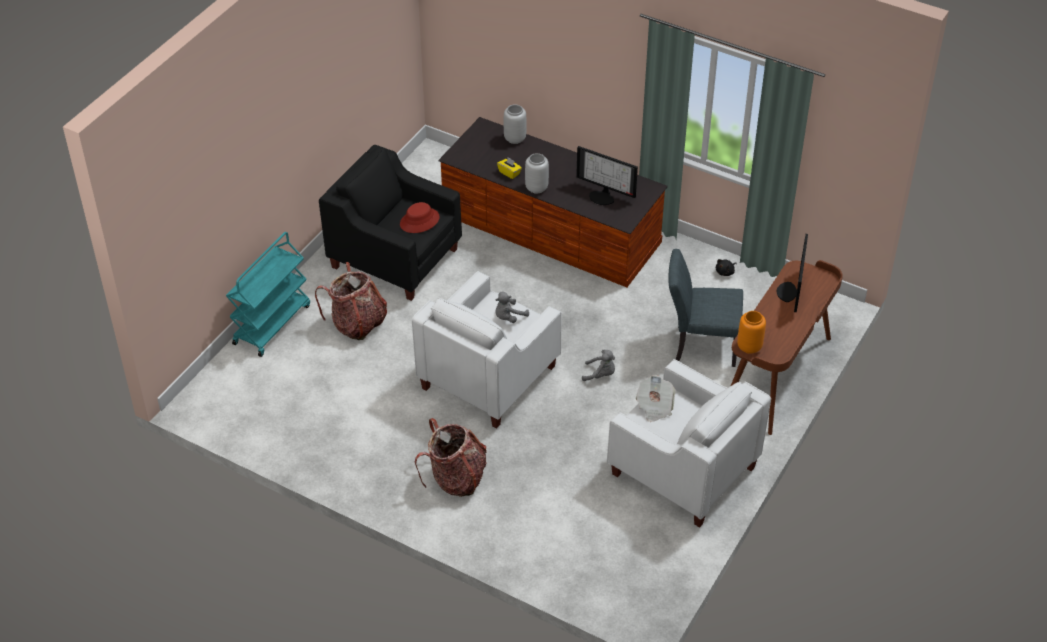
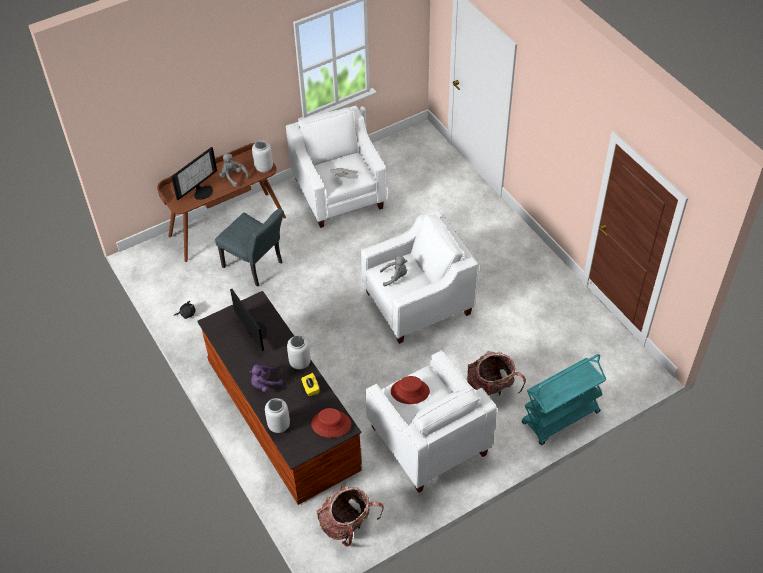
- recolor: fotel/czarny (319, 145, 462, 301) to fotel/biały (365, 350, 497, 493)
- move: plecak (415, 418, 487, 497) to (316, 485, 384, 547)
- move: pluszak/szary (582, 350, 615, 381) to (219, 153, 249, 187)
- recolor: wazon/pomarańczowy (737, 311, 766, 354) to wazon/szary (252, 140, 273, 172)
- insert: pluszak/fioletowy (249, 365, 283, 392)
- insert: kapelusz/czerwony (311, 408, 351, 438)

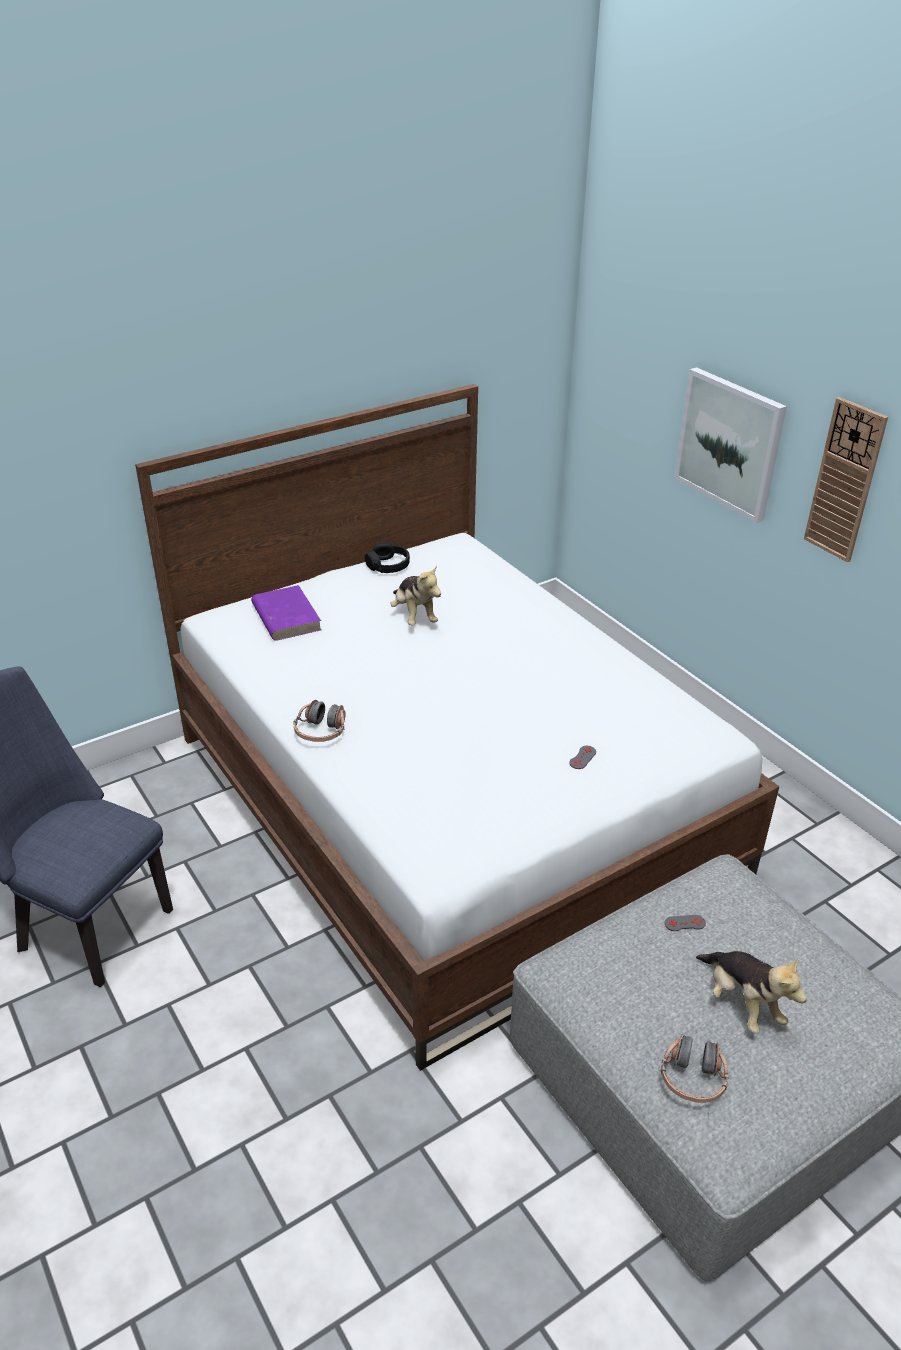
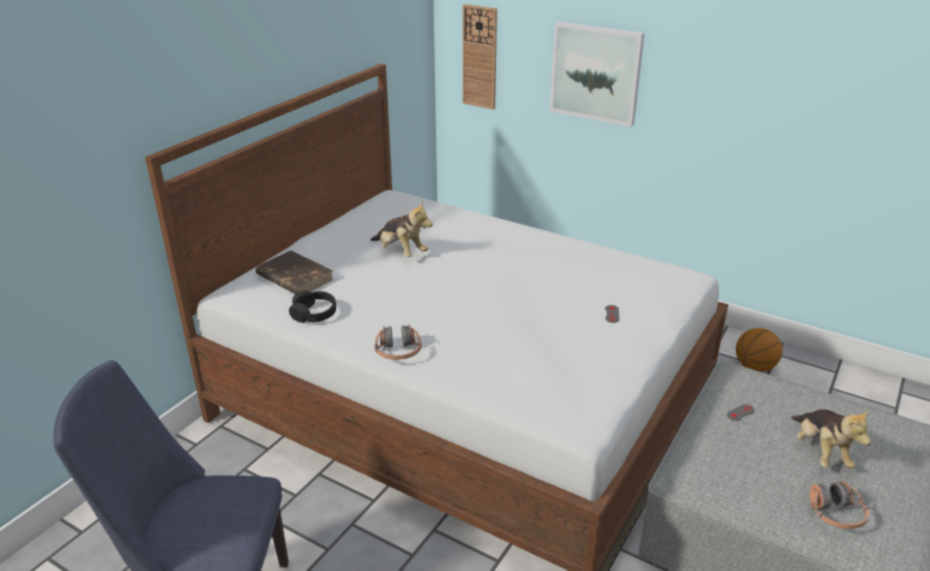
- recolor: książka/fioletowy (251, 585, 322, 641) to książka/brązowy (256, 250, 334, 294)
- move: słuchawki/czarny (365, 542, 410, 573) to (289, 291, 336, 323)
- rotate: pluszak (696, 951, 807, 1034) = (791, 409, 871, 468) 45 degrees clockwise
- move: zegar ścienny (804, 397, 888, 562) to (463, 4, 497, 110)
- insert: piłka do koszykówki (736, 328, 783, 372)

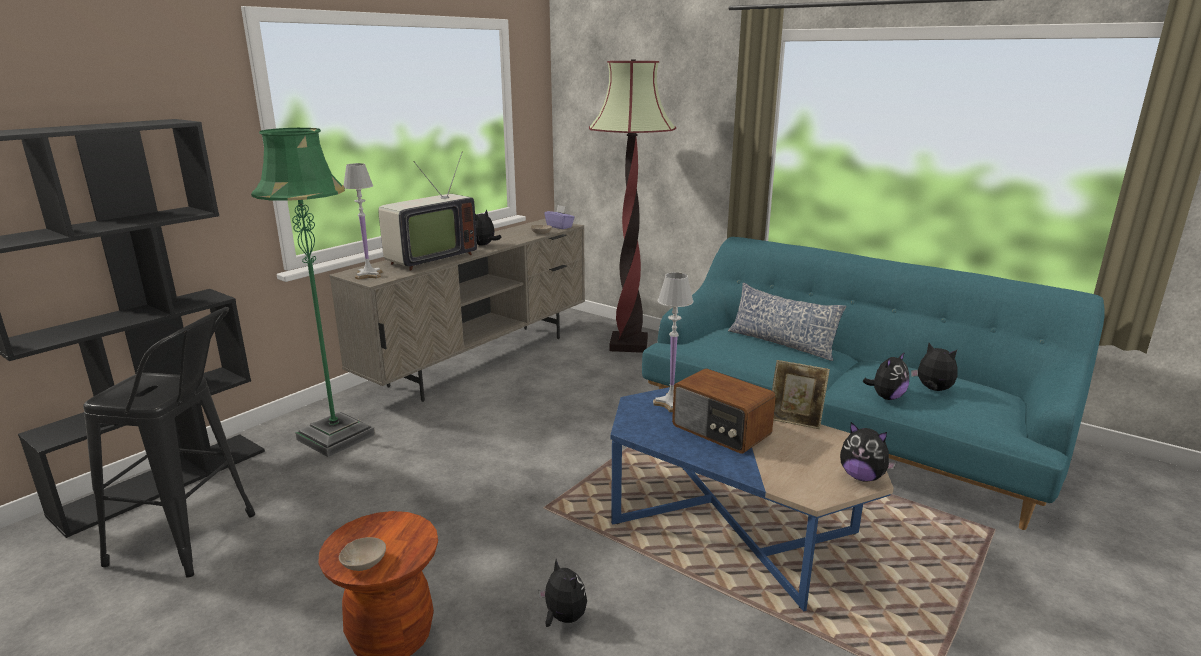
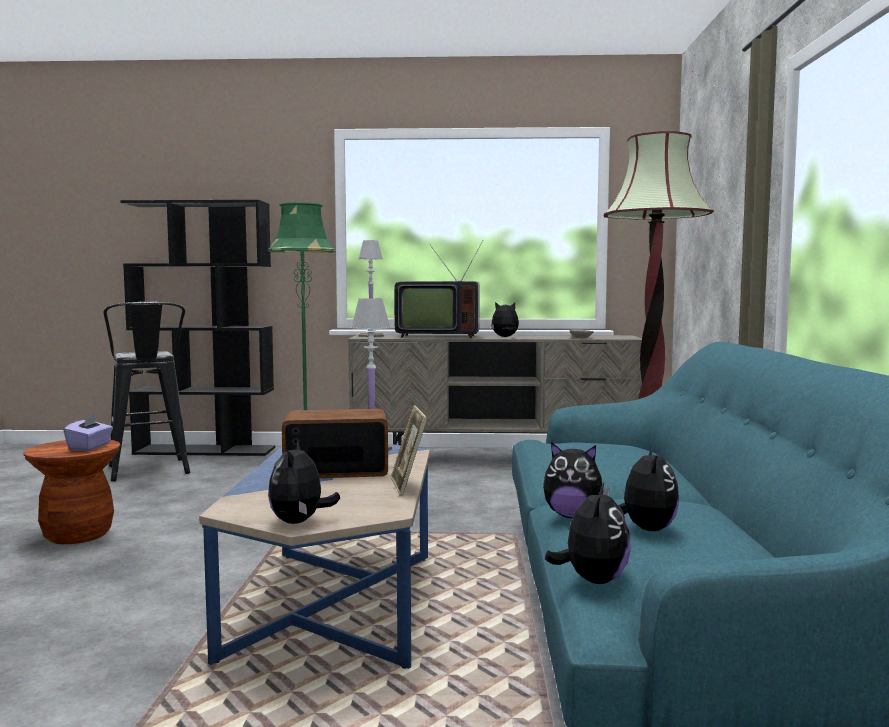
- delete: miska/beżowy (339, 537, 386, 571)
- move: pluszak (539, 559, 587, 627) to (545, 481, 631, 584)
- move: pudełko chusteczek/fioletowy (544, 205, 575, 229) to (63, 413, 113, 451)
- rotate: radio (672, 368, 776, 453) = (282, 409, 388, 478) 75 degrees clockwise
- delete: poduszka (728, 283, 846, 361)

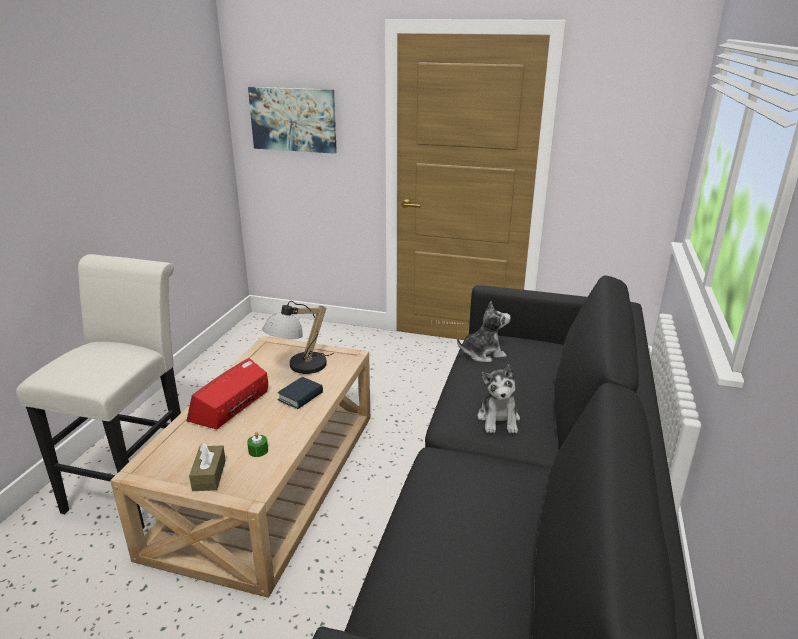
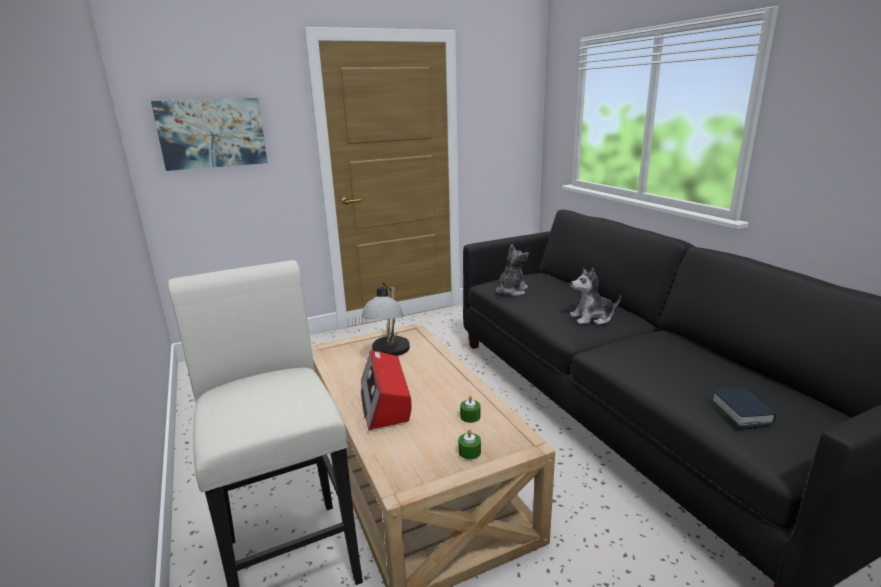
- replace: pudełko chusteczek/brązowy (189, 443, 226, 491) to świeca/zielony (458, 429, 481, 460)
- move: książka (278, 377, 323, 409) to (711, 388, 776, 427)
- rotate: pluszak (477, 365, 520, 433) = (570, 268, 621, 325) 120 degrees clockwise

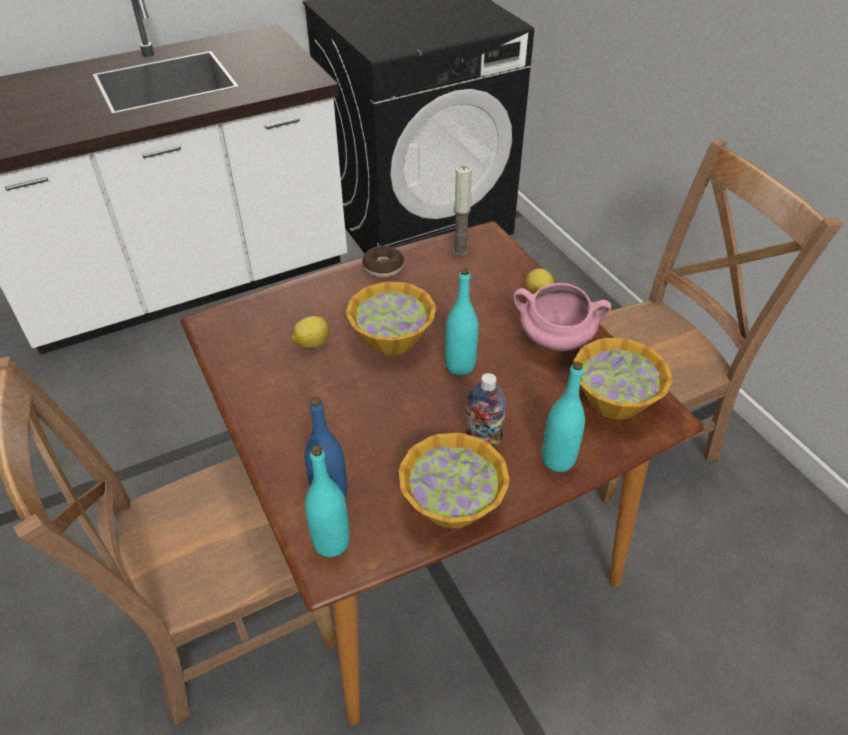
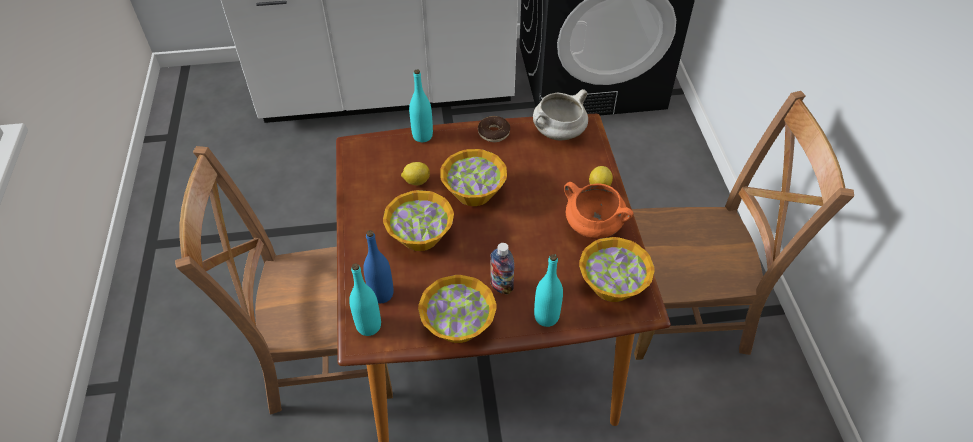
- move: butelka/turkusowy (445, 268, 479, 375) to (409, 69, 433, 142)
- replace: świeca (453, 165, 472, 256) to garnek/biały (533, 89, 588, 140)
- recolor: garnek/różowy (513, 283, 612, 351) to garnek/pomarańczowy (564, 182, 633, 239)
- insert: miska (383, 190, 454, 251)

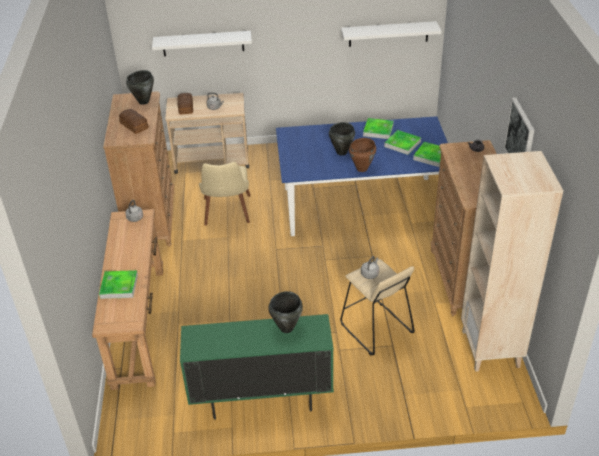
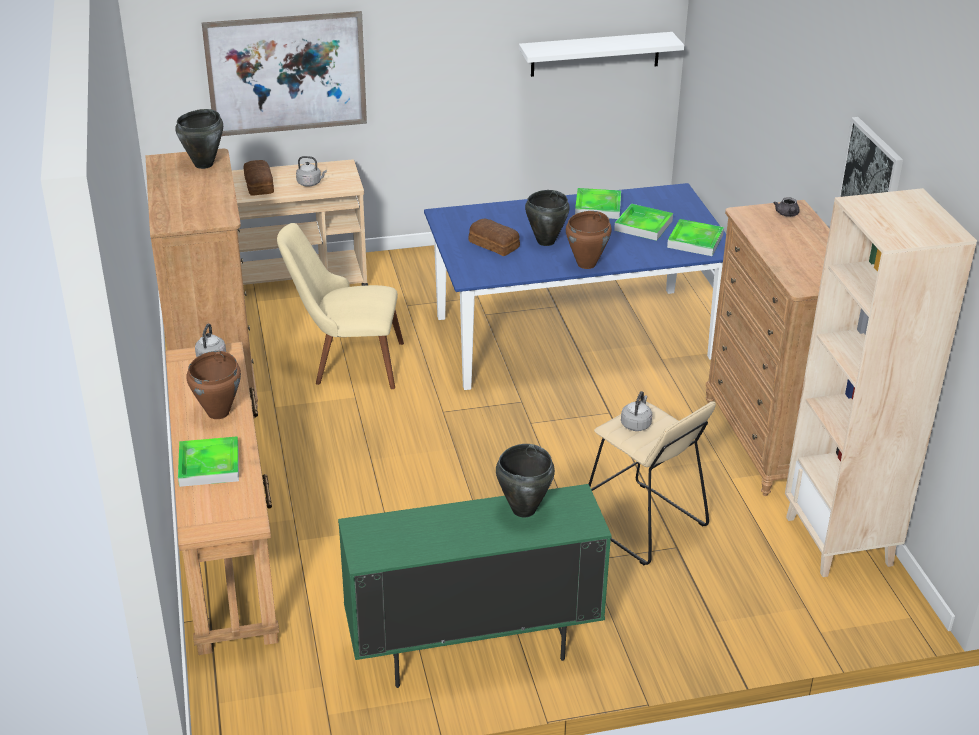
- move: chleb (119, 109, 149, 134) to (468, 219, 520, 256)
- replace: półka/biały (152, 31, 252, 56) to obraz (202, 11, 367, 136)
- rotate: krzesło/beżowy (199, 162, 250, 226) = (277, 223, 404, 389) 105 degrees clockwise
- insert: garnek/brązowy (186, 351, 241, 419)

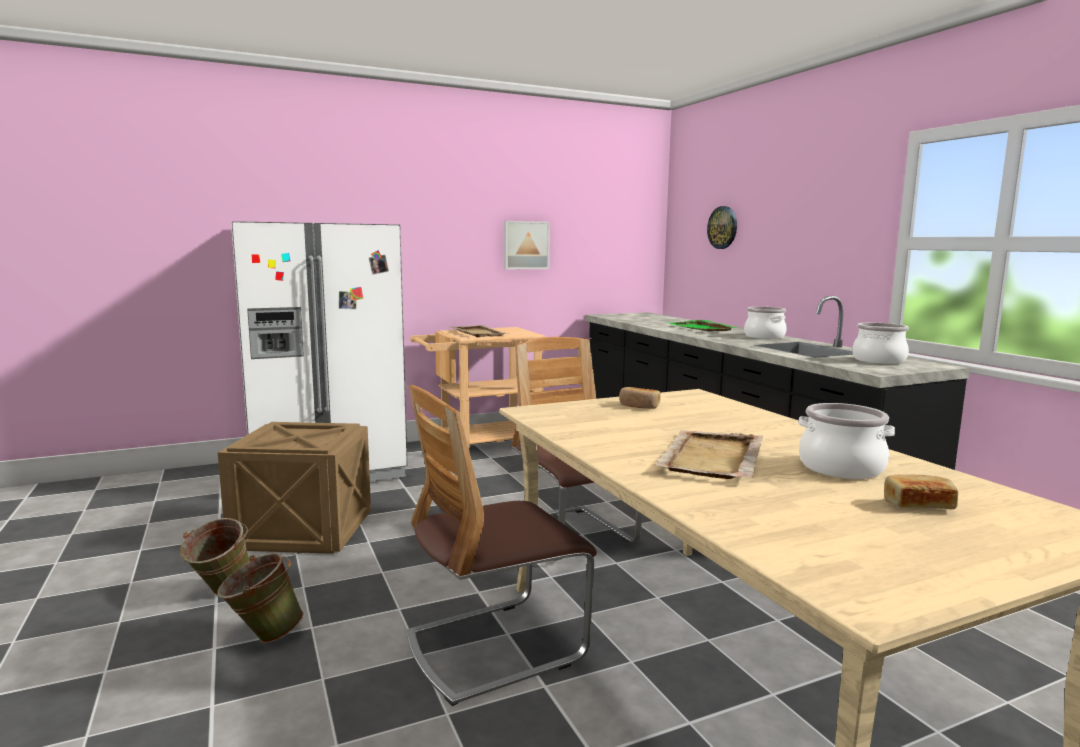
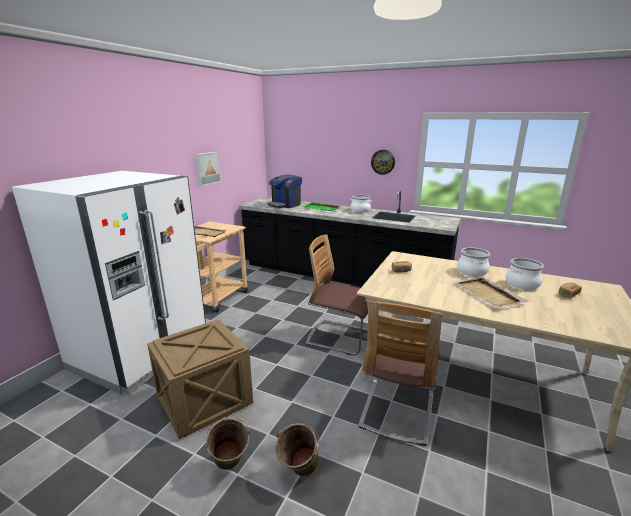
- move: zegar ścienny (707, 206, 737, 249) to (371, 150, 395, 175)
- move: garnek (852, 323, 909, 364) to (457, 248, 490, 277)
- insert: ekspres do kawy (268, 174, 302, 208)

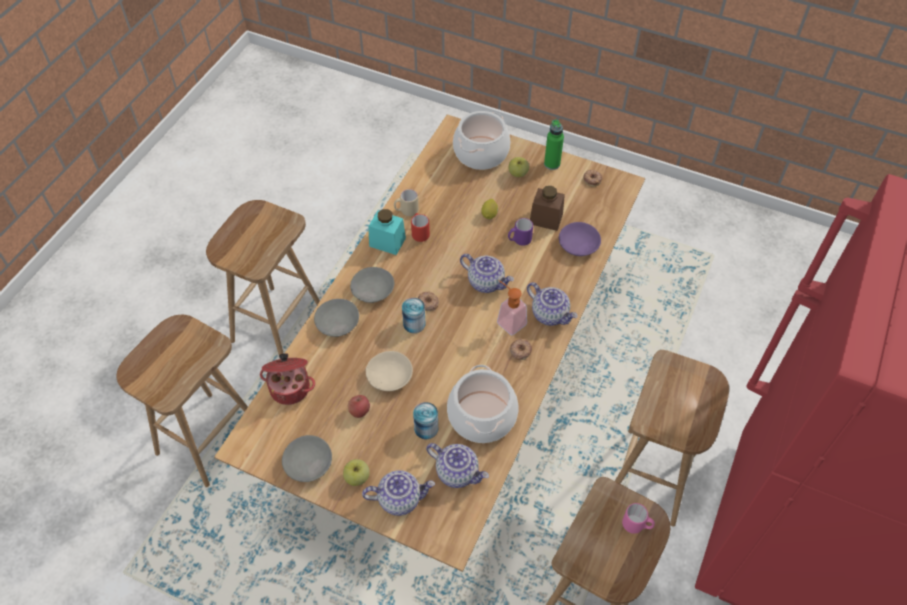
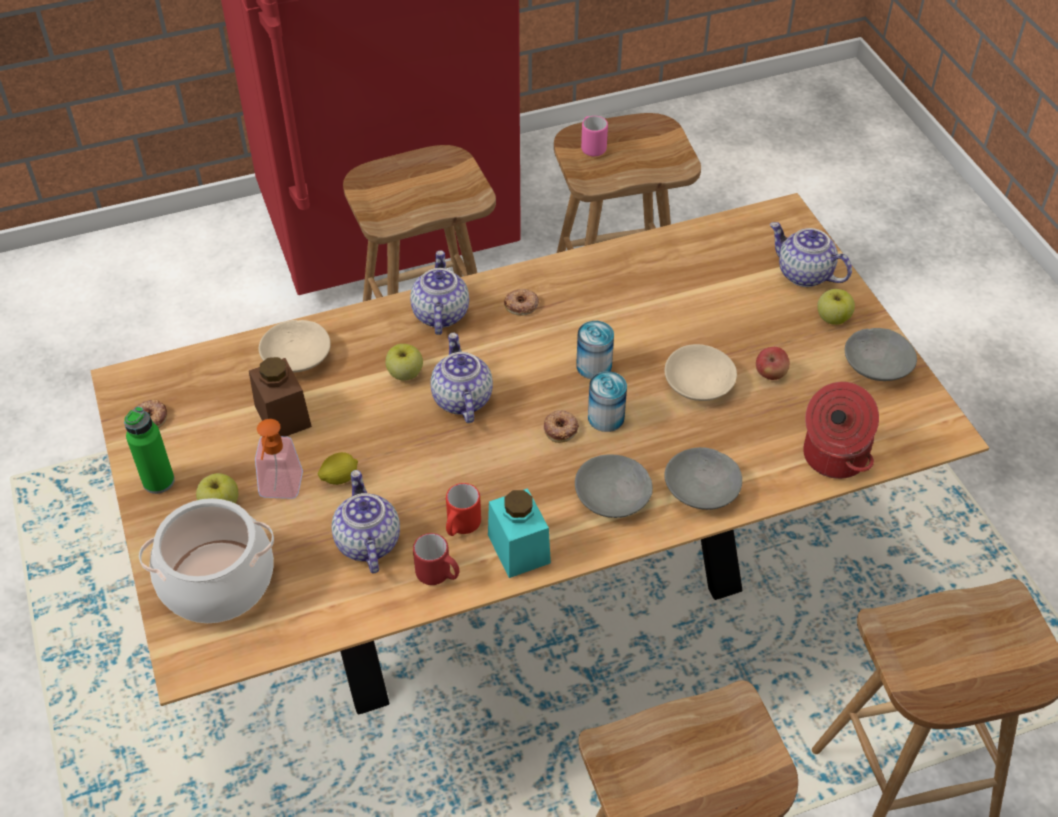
- recolor: kubek/beżowy (394, 189, 419, 216) to kubek/czerwony (413, 533, 459, 585)
- move: puszka (413, 402, 438, 439) to (576, 321, 614, 379)
- move: imbryk (426, 443, 489, 488) to (332, 470, 400, 574)
- delete: garnek (447, 365, 518, 443)
- move: dozownik mydła (497, 280, 527, 335) to (255, 419, 303, 499)
- delete: kubek/fioletowy (508, 218, 533, 246)
- recolor: miska/fioletowy (559, 222, 601, 256) to miska/beżowy (259, 320, 331, 373)
- insert: jabłko (385, 344, 423, 381)

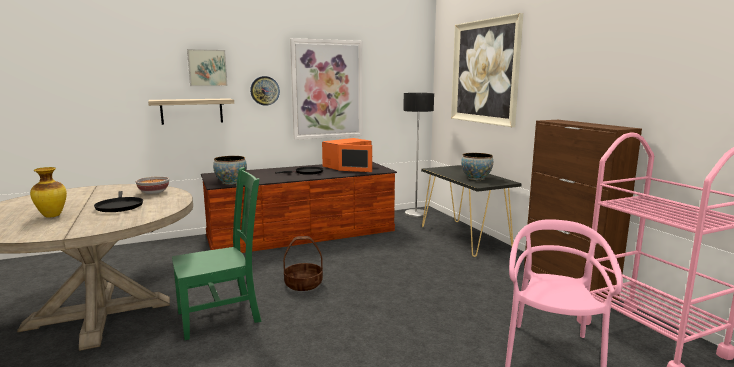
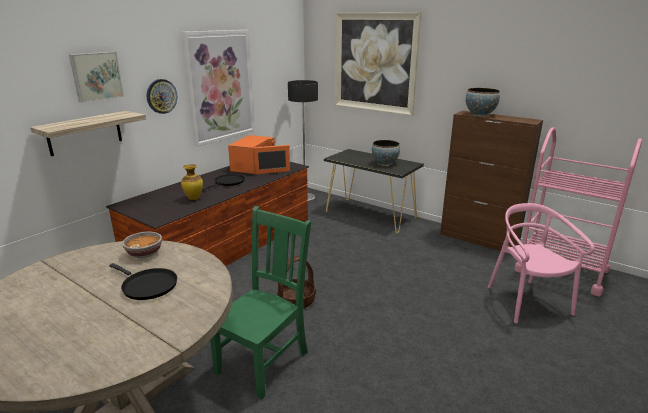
- move: wazon (30, 167, 67, 218) to (181, 165, 203, 200)
- move: miska (213, 156, 247, 185) to (466, 88, 500, 117)

